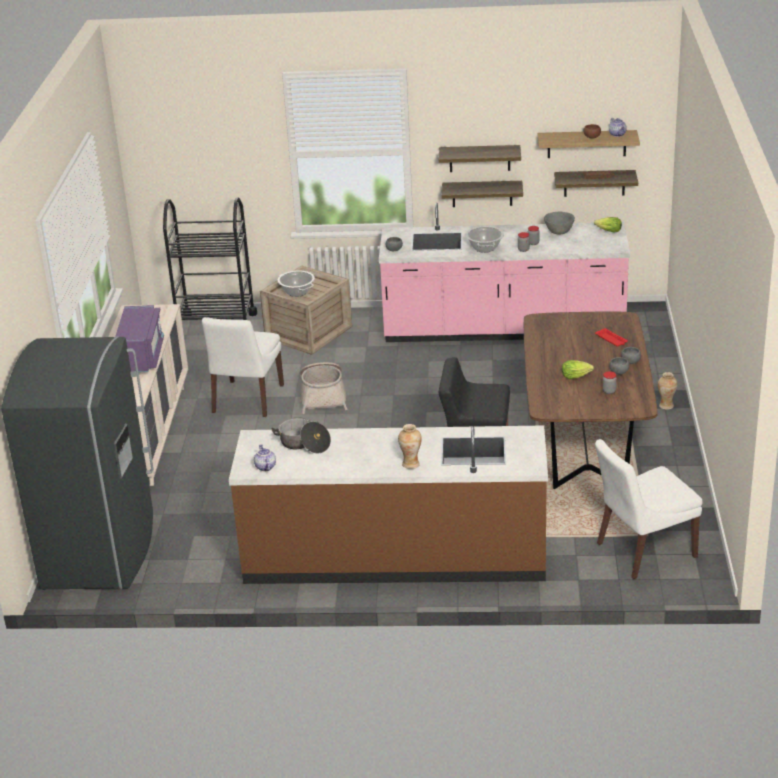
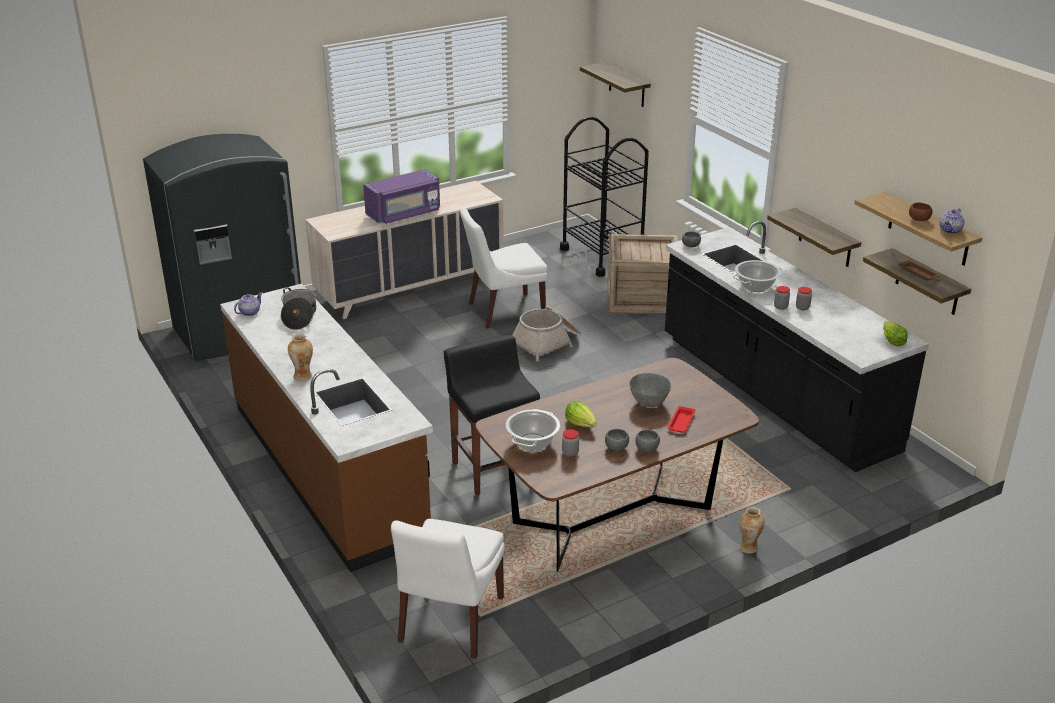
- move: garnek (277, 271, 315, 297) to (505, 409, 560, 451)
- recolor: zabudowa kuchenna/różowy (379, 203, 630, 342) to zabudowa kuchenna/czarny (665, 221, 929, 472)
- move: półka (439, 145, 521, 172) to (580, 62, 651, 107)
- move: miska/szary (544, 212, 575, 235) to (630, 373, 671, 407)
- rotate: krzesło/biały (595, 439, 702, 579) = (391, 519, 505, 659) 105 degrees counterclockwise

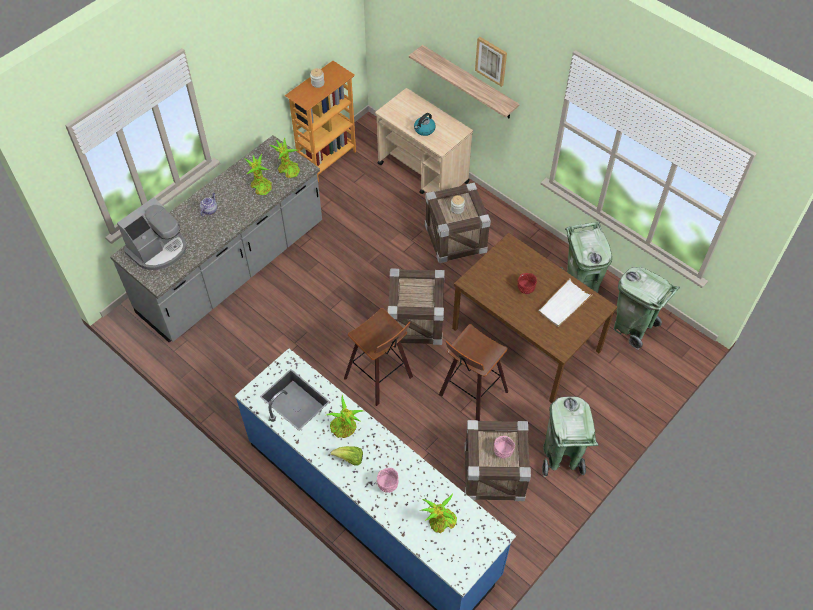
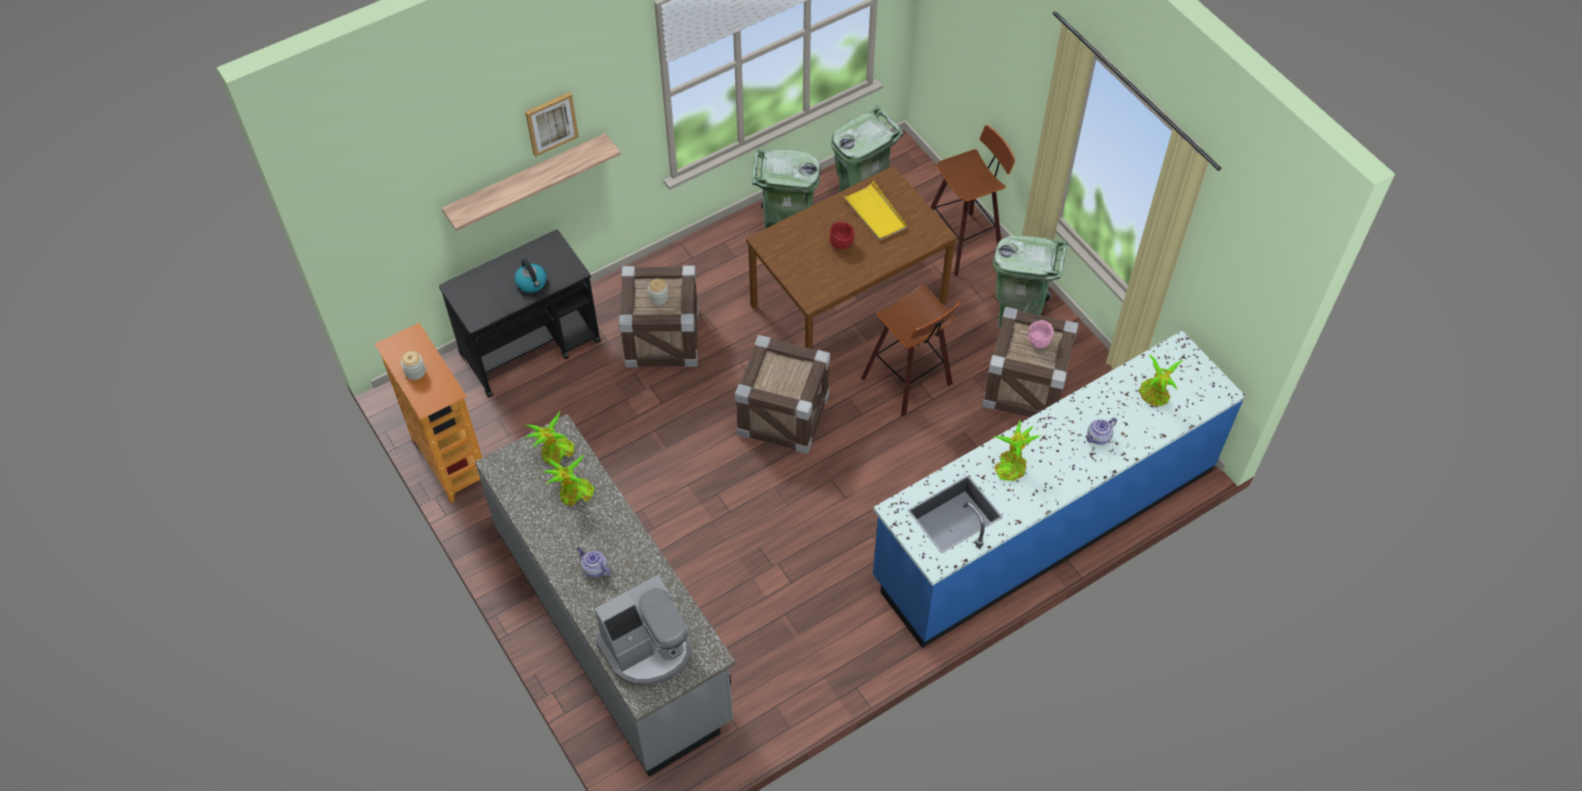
- rotate: ekspres do kawy (117, 197, 187, 270) = (595, 575, 691, 686) 90 degrees clockwise
- delete: sałata (331, 446, 363, 466)
- move: stołek (344, 308, 413, 406) to (931, 125, 1015, 277)
- recolor: wózek/beżowy (375, 88, 473, 194) to wózek/czarny (439, 229, 601, 397)
- replace: miska/różowy (376, 468, 399, 493) to imbryk (1085, 418, 1117, 445)
- recolor: taca/biały (538, 278, 592, 327) to taca/żółty (842, 181, 907, 241)

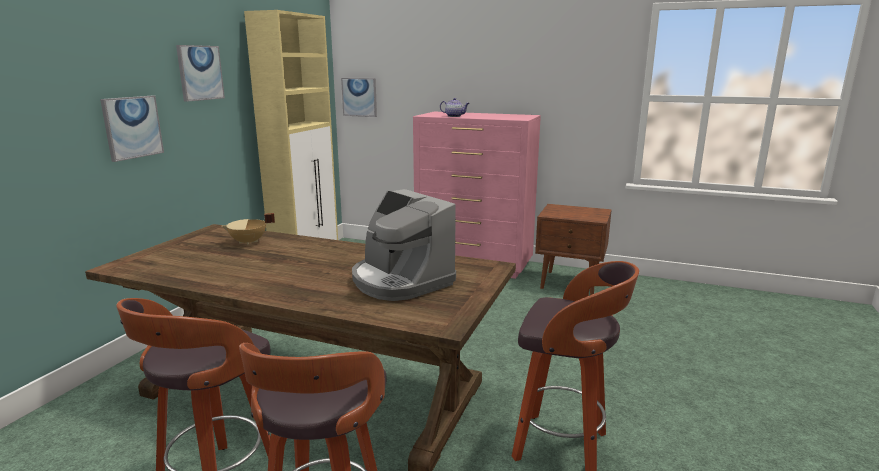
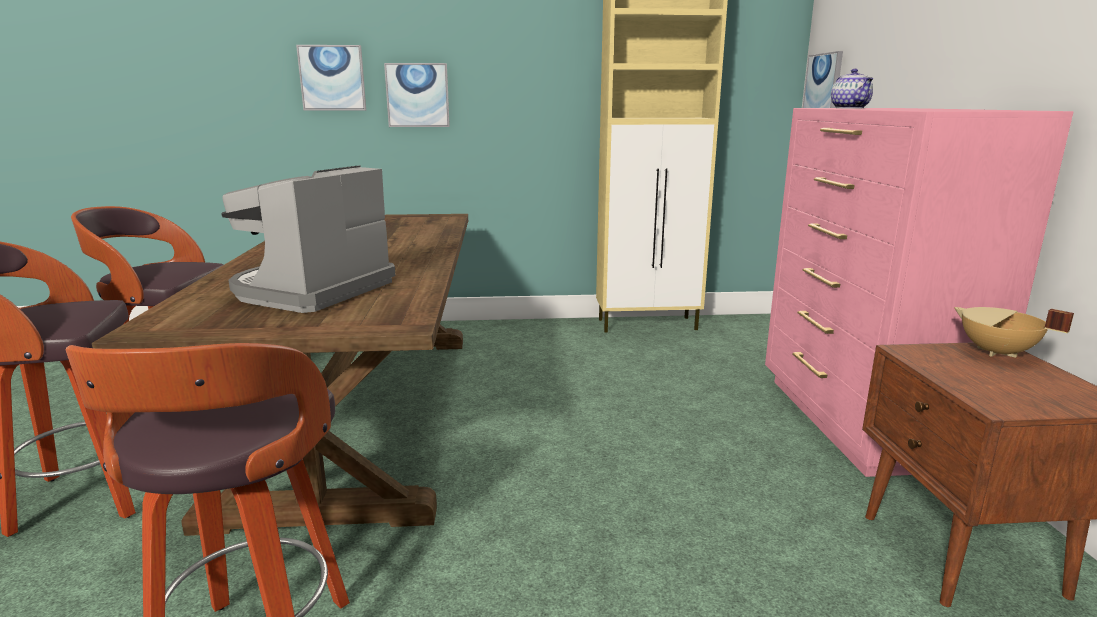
- move: obraz (176, 45, 225, 102) to (296, 45, 366, 110)
- move: garnek/beżowy (222, 213, 275, 245) to (954, 307, 1074, 358)

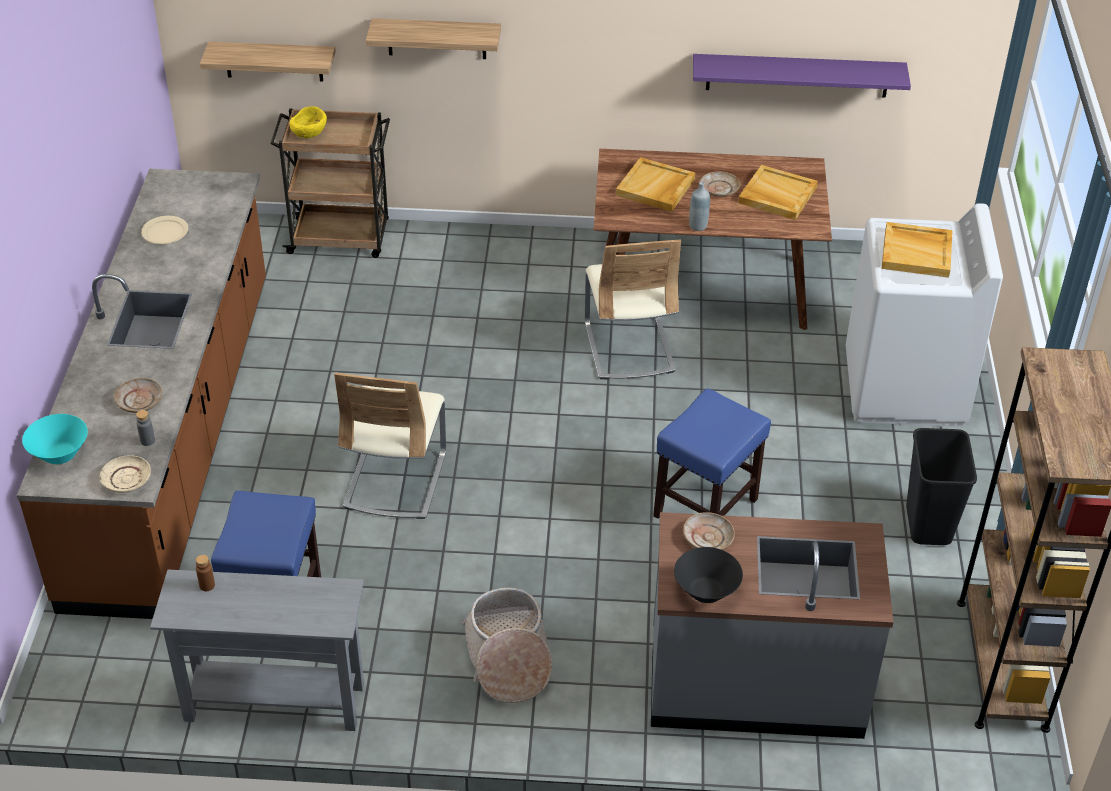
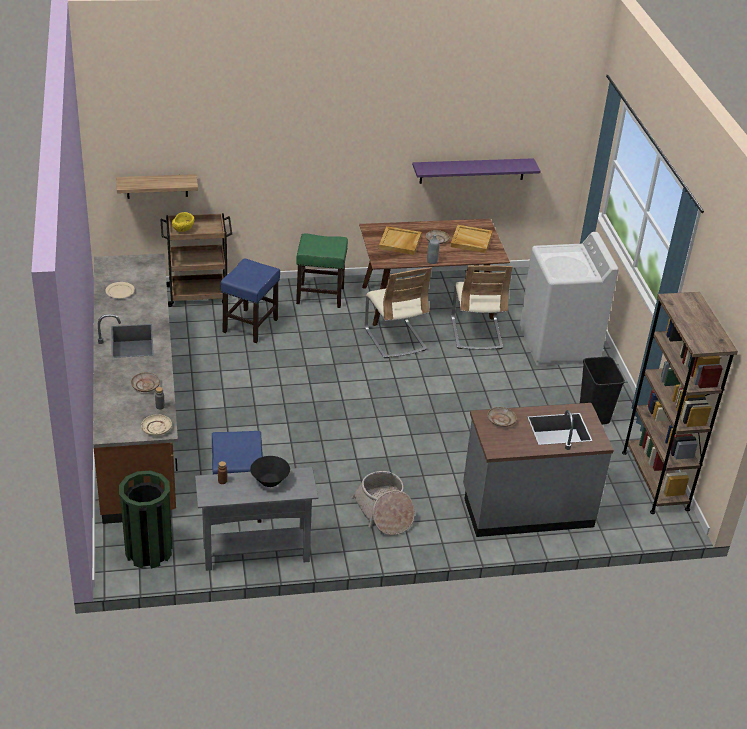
- delete: miska/turkusowy (22, 414, 88, 464)
- move: krzesło/beżowy (334, 372, 446, 519) to (452, 265, 512, 350)
- delete: półka (366, 18, 501, 59)
- move: stołek/niebieski (653, 388, 771, 519) to (221, 258, 280, 343)
- move: miska/czarny (674, 547, 743, 603) to (250, 456, 290, 487)
- delete: taca/beżowy (882, 222, 953, 278)
- insert: kosz na śmieci/zielony (119, 471, 173, 568)
- insert: stołek/zielony (296, 233, 348, 308)

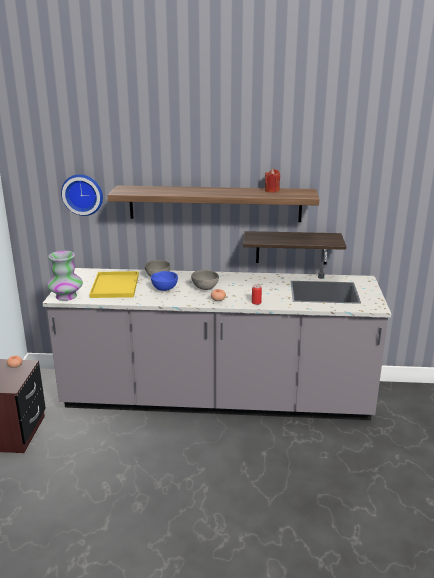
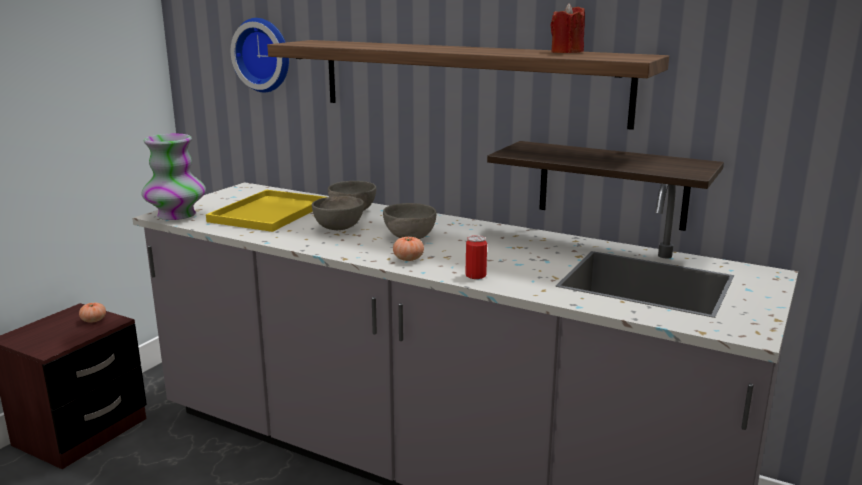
- recolor: miska/niebieski (151, 271, 178, 291) to miska/szary (312, 196, 364, 230)

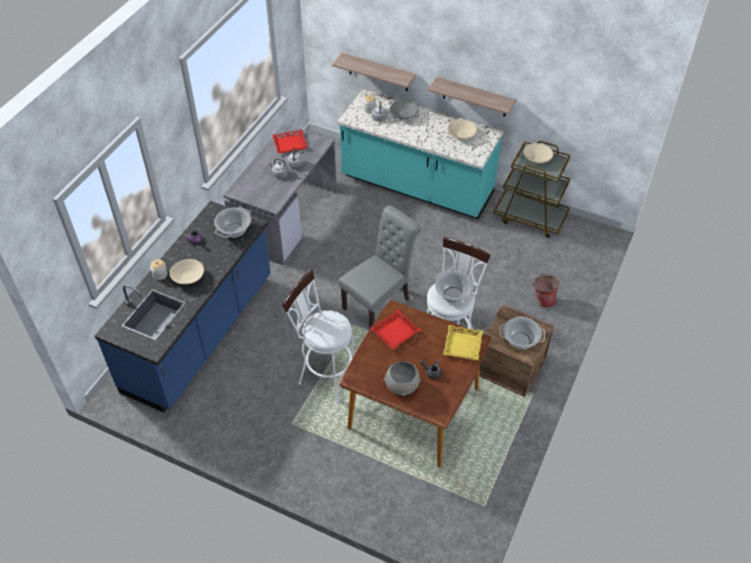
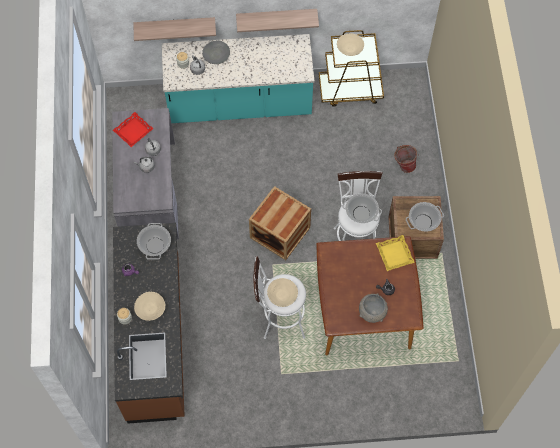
- recolor: zabudowa kuchenna/niebieski (95, 201, 271, 413) to zabudowa kuchenna/brązowy (113, 223, 185, 423)
- replace: krzesło/szary (338, 205, 421, 330) to skrzynka (249, 186, 311, 260)
- delete: taca/czerwony (370, 309, 421, 349)
- move: miska/beżowy (448, 119, 477, 140) to (267, 278, 298, 307)

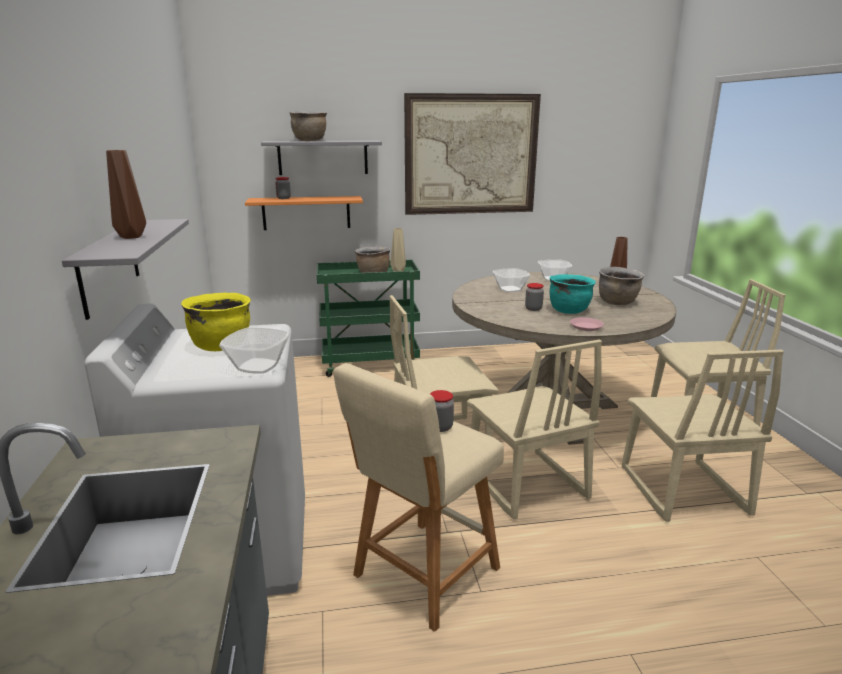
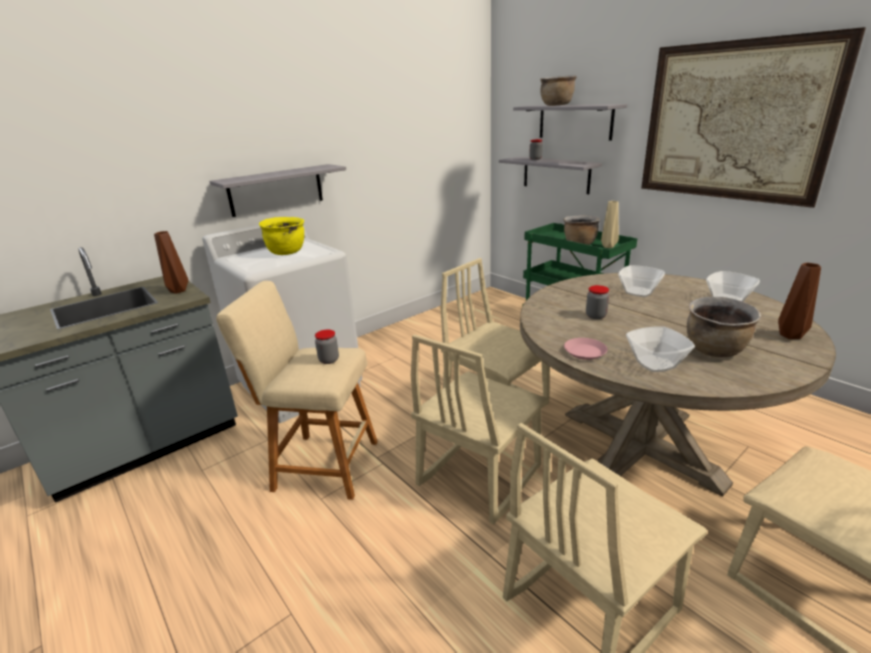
- move: wazon/brązowy (106, 150, 146, 239) to (154, 231, 188, 294)
- move: miska (219, 327, 289, 374) to (626, 326, 695, 372)
- recolor: półka/pomarańczowy (245, 196, 363, 230) to półka/szary (499, 157, 602, 194)
- delete: garnek/turkusowy (549, 274, 596, 314)

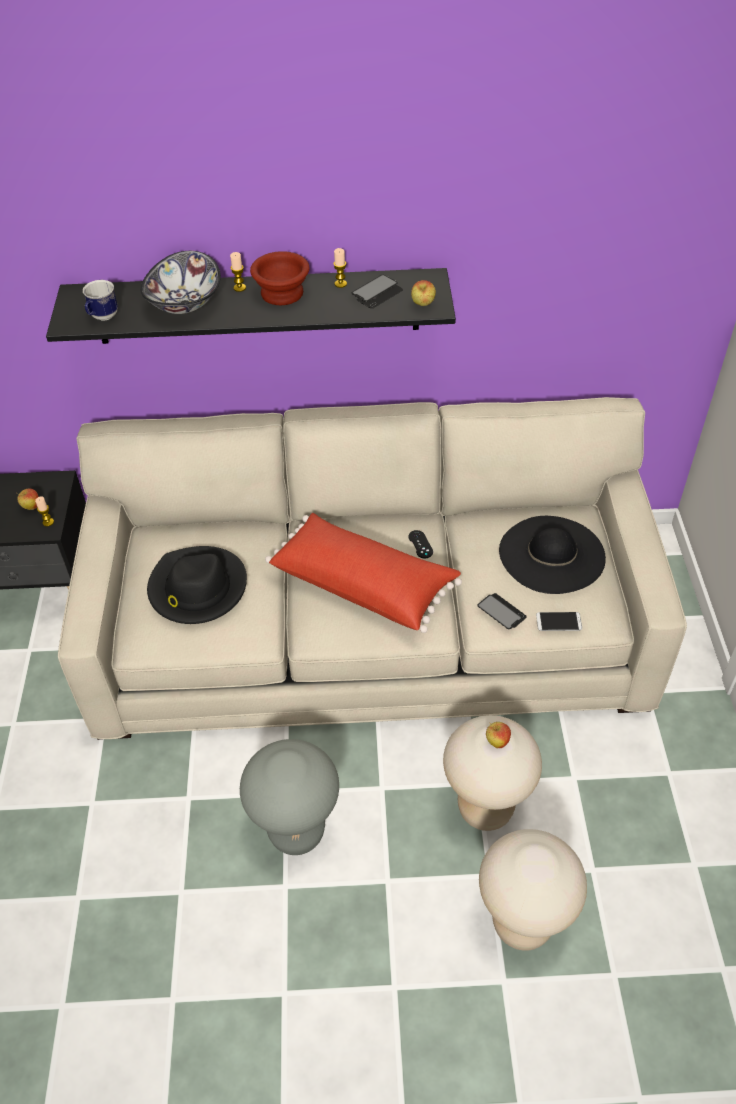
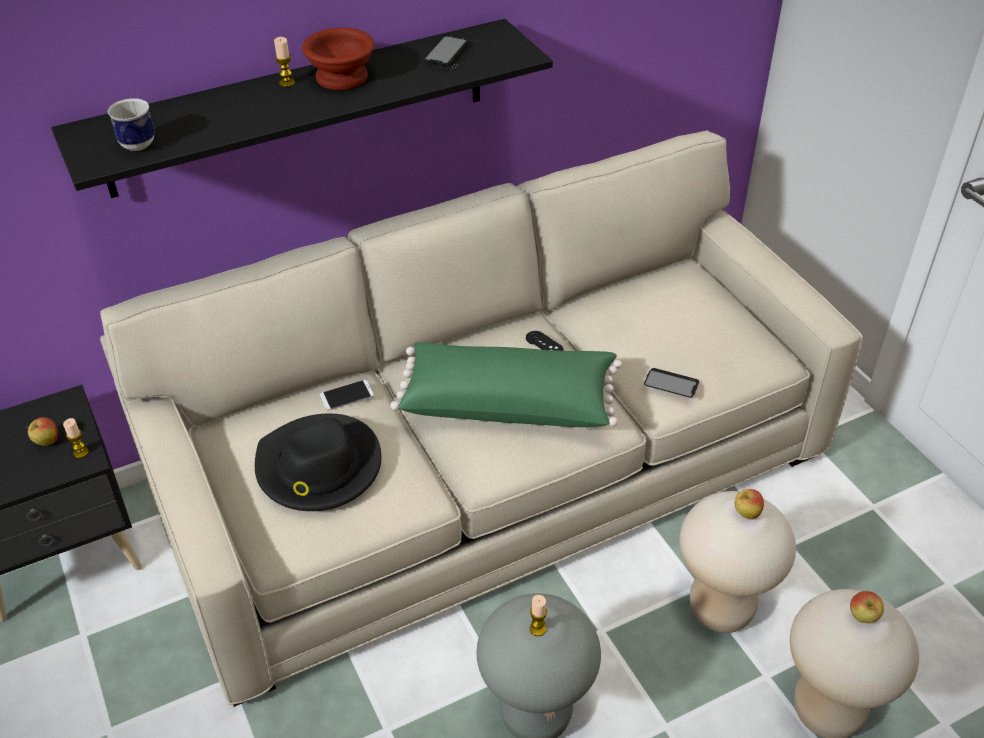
- delete: miska (141, 251, 221, 314)
- recolor: poduszka/czerwony (265, 513, 462, 633) to poduszka/zielony (390, 342, 622, 427)
- move: świeca (333, 248, 347, 288) to (530, 595, 547, 636)
- move: jabłko (411, 280, 436, 306) to (850, 591, 884, 623)
- delete: kapelusz/czarny (499, 516, 606, 594)
- move: telefon (536, 612, 582, 631) to (320, 380, 374, 410)

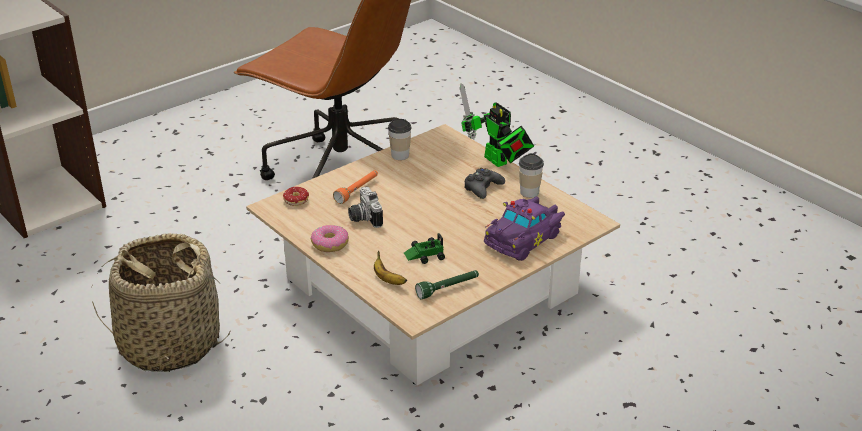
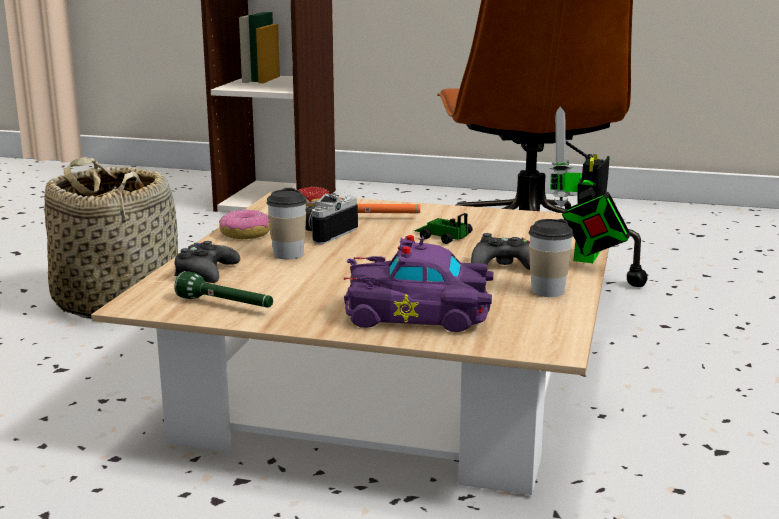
- replace: banan (374, 251, 407, 285) to pad do gier/czarny (174, 241, 240, 283)
- move: filiżanka (388, 119, 412, 160) to (267, 188, 307, 259)
- move: samochodzik (404, 233, 445, 264) to (414, 213, 473, 244)

